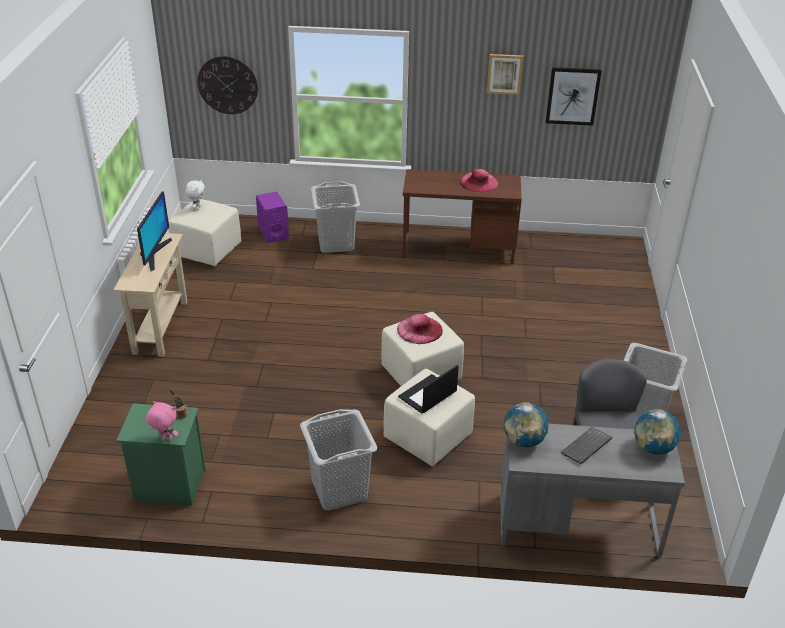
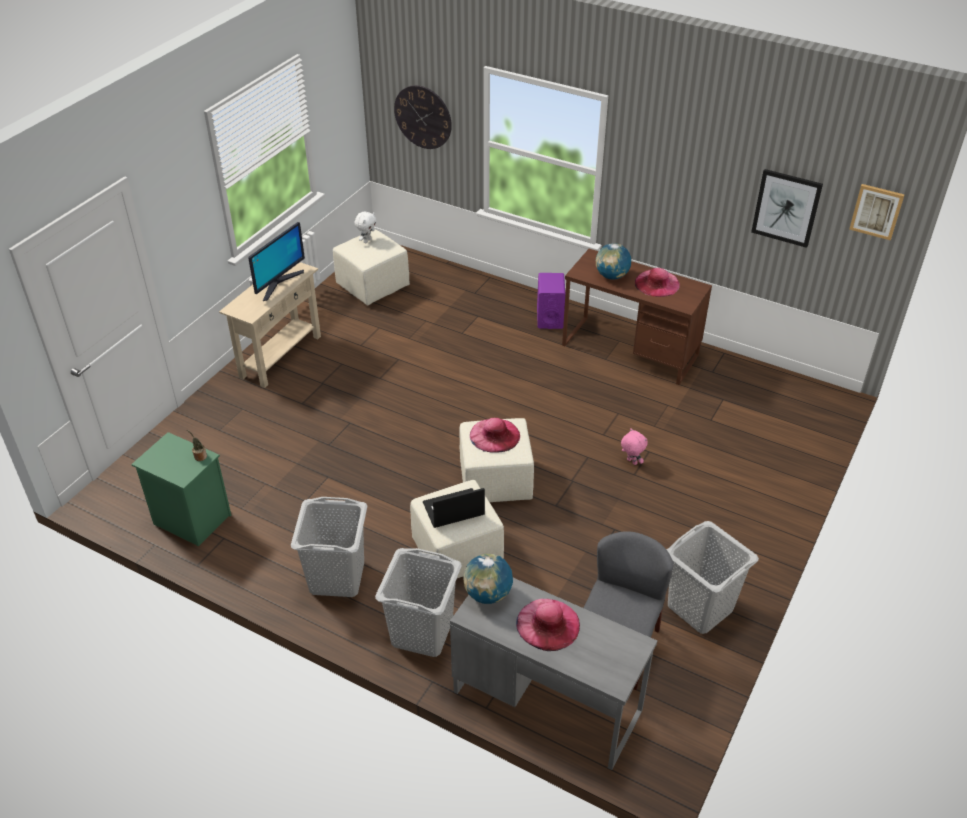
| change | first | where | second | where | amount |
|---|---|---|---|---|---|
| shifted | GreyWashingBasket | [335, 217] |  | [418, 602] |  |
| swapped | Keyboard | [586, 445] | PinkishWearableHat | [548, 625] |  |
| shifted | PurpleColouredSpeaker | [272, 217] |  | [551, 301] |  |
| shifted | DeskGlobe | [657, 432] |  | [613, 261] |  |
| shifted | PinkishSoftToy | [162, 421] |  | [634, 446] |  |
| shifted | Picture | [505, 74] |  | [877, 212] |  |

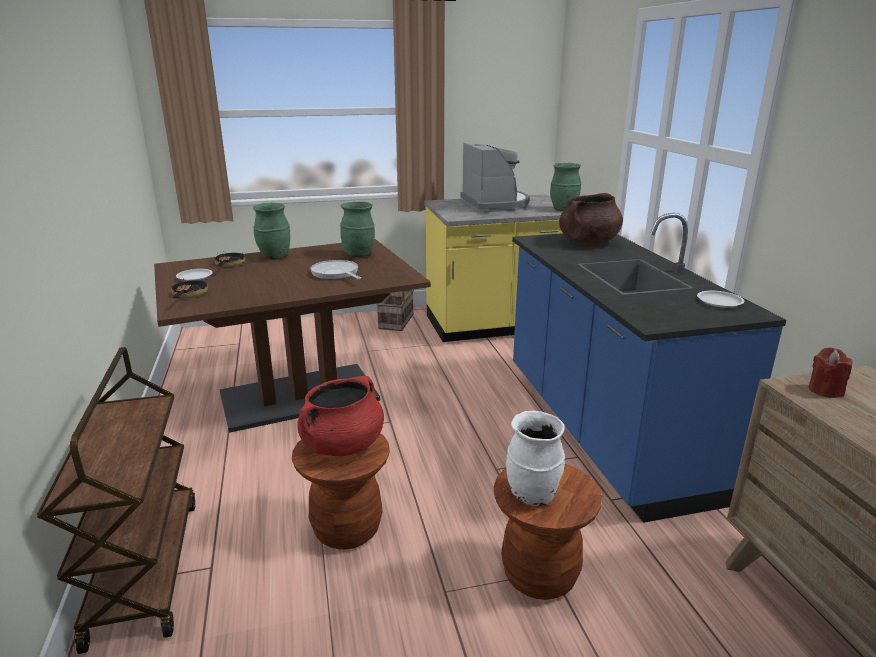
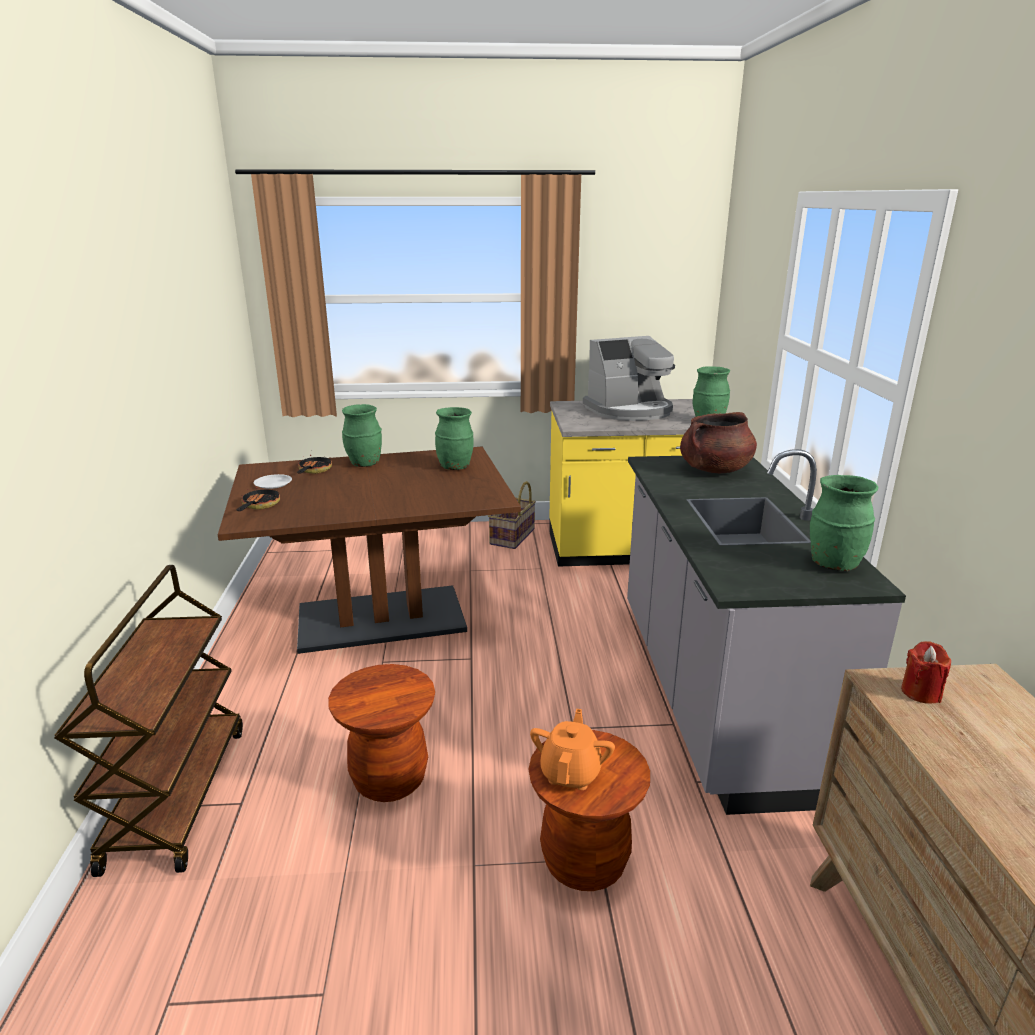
| change | first | where | second | where | amount |
|---|---|---|---|---|---|
| swapped | WhitishFlowerVase | [535, 458] | OrangeColouredPotForTea | [572, 749] |  |
| rotated | CoffeeMaker | [495, 178] |  | [629, 378] | 75 degrees clockwise |
| repainted | BlueKitchenCounter | [649, 368] | GreyKitchenCounter | [766, 632] |  |
| swapped | WhitishFlatDish | [721, 299] | GreenColouredFlowerVase | [844, 523] |  |
| gone | ReddishSaucepot | [340, 416] |  |  |  |
| gone | Skillet | [336, 270] |  |  |  |

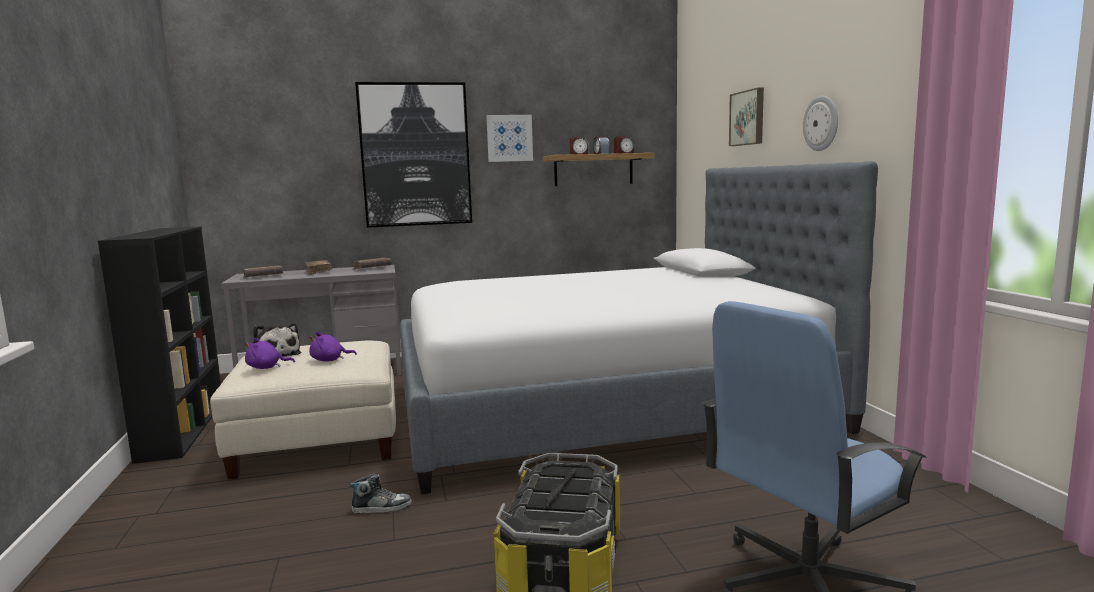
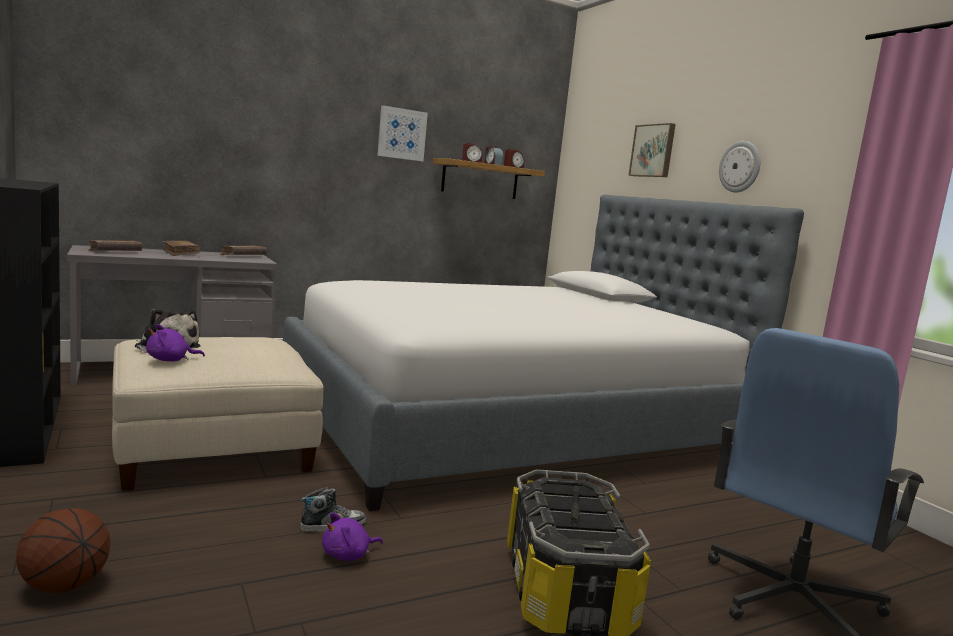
| change | first | where | second | where | amount |
|---|---|---|---|---|---|
| new |  |  | Basketball | [63, 550] |  |
| shifted | PurpleColouredSoftToy | [333, 347] |  | [352, 536] |  |
| gone | Picture | [413, 155] |  |  |  |

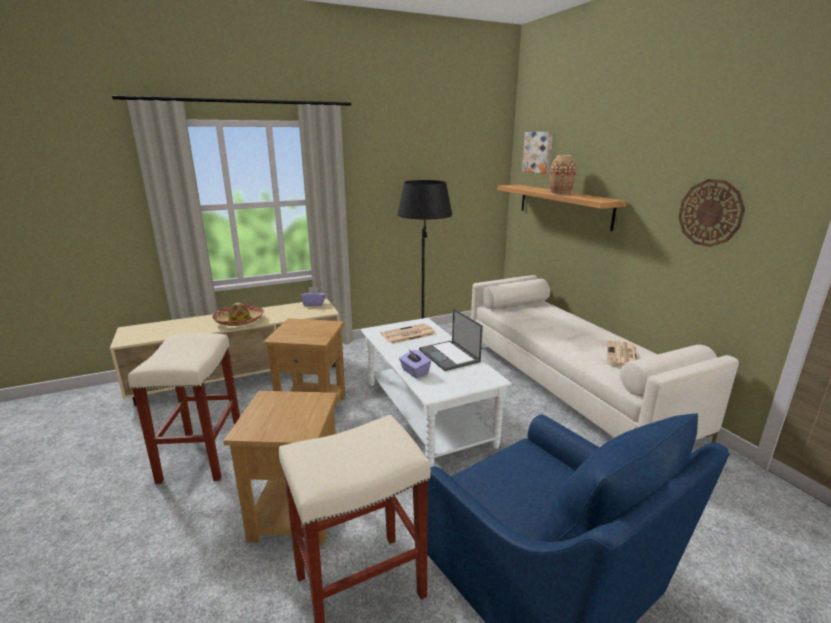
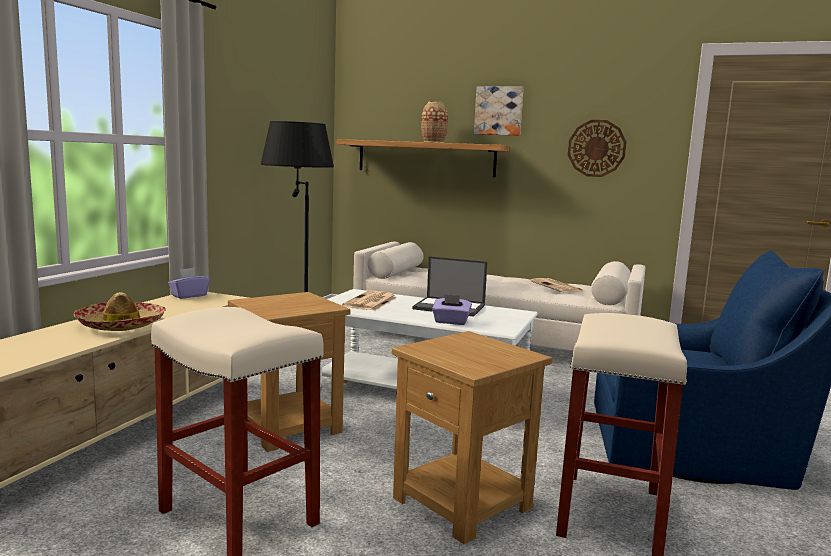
| change | first | where | second | where | amount |
|---|---|---|---|---|---|
| shifted | Picture | [537, 153] |  | [499, 111] |  |

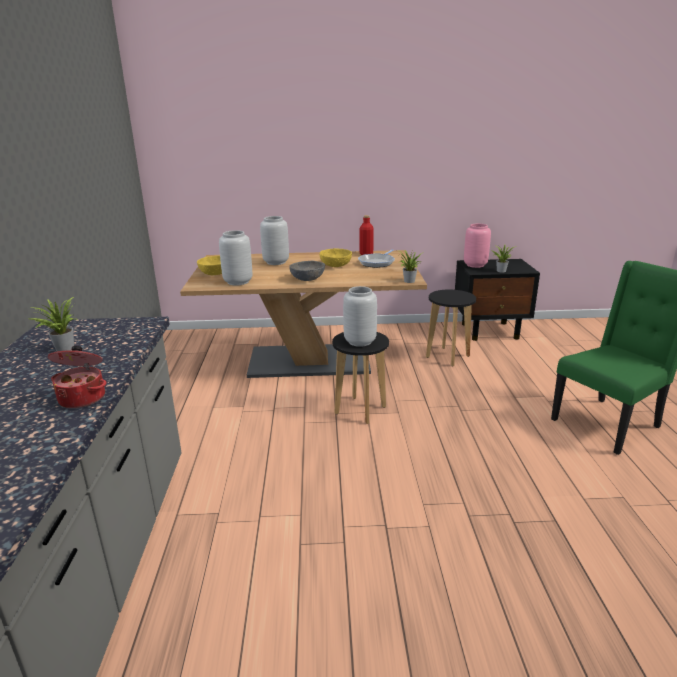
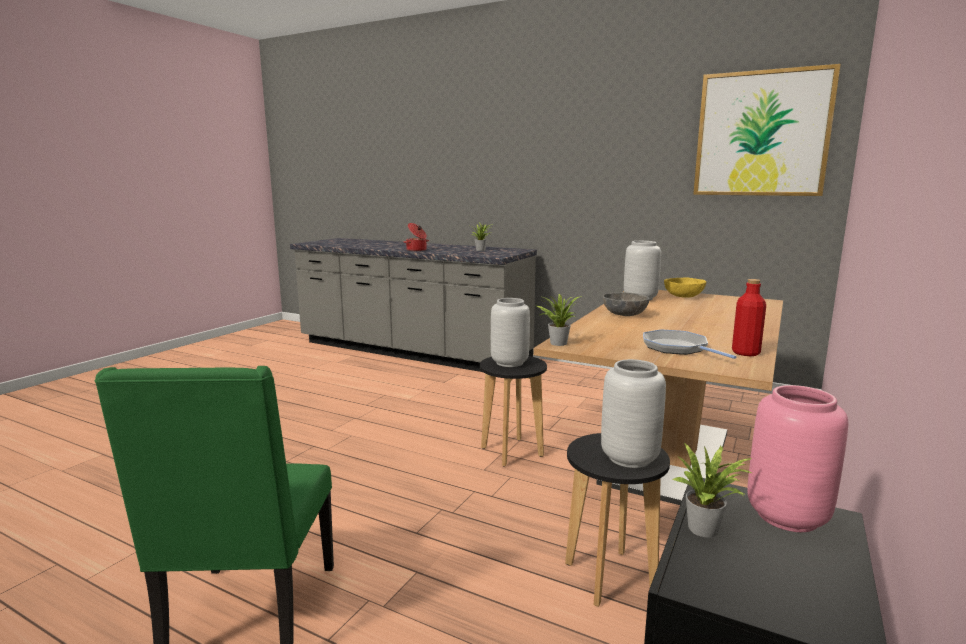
| change | first | where | second | where | amount |
|---|---|---|---|---|---|
| shifted | GreyFlowerVase | [274, 240] |  | [633, 413] |  |
| new |  |  | Picture | [767, 130] |  |
| gone | YellowishServingBowl | [336, 258] |  |  |  |

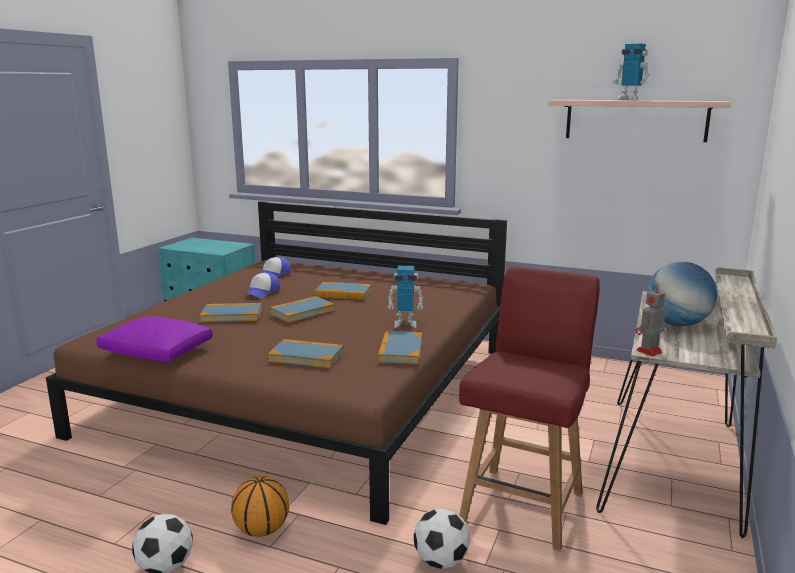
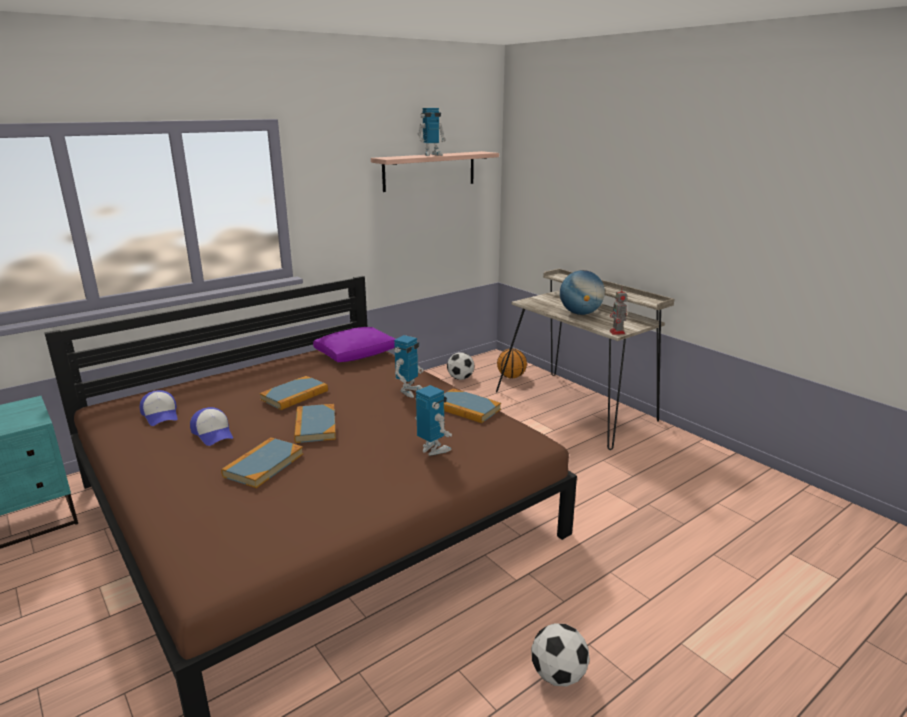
| change | first | where | second | where | amount |
|---|---|---|---|---|---|
| shifted | PurpleColouredCushion | [154, 338] |  | [354, 344] |  |
| swapped | Book | [306, 353] | ModelRobot | [433, 420] |  |
| shifted | BallForFootball | [442, 538] |  | [461, 366] |  |
| shifted | Basketball | [260, 506] |  | [512, 363] |  |
| gone | ReddishUprightChair | [529, 409] |  |  |  |

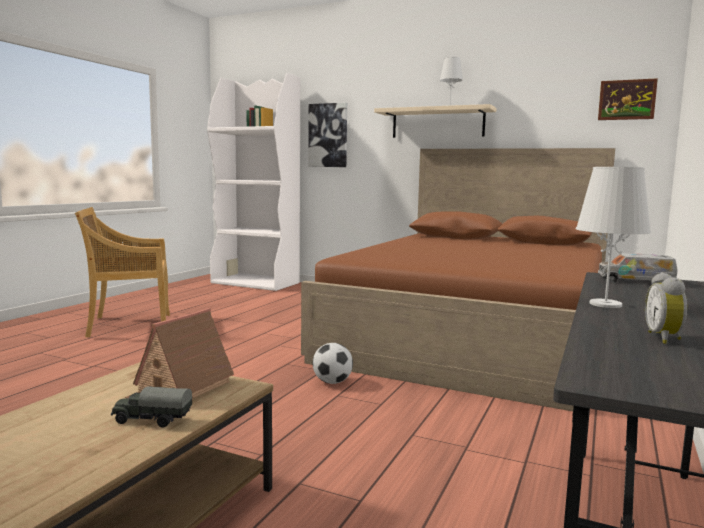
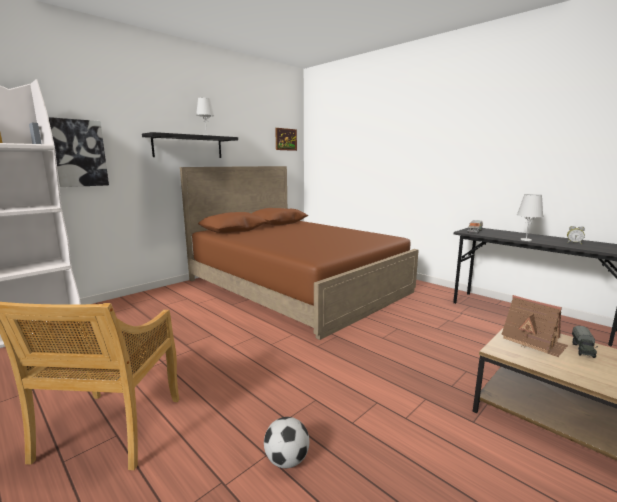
| change | first | where | second | where | amount |
|---|---|---|---|---|---|
| repainted | SandColouredShelf | [435, 121] | BlackishShelf | [190, 145] |  |
| shifted | BallForFootball | [332, 363] |  | [286, 442] |  |

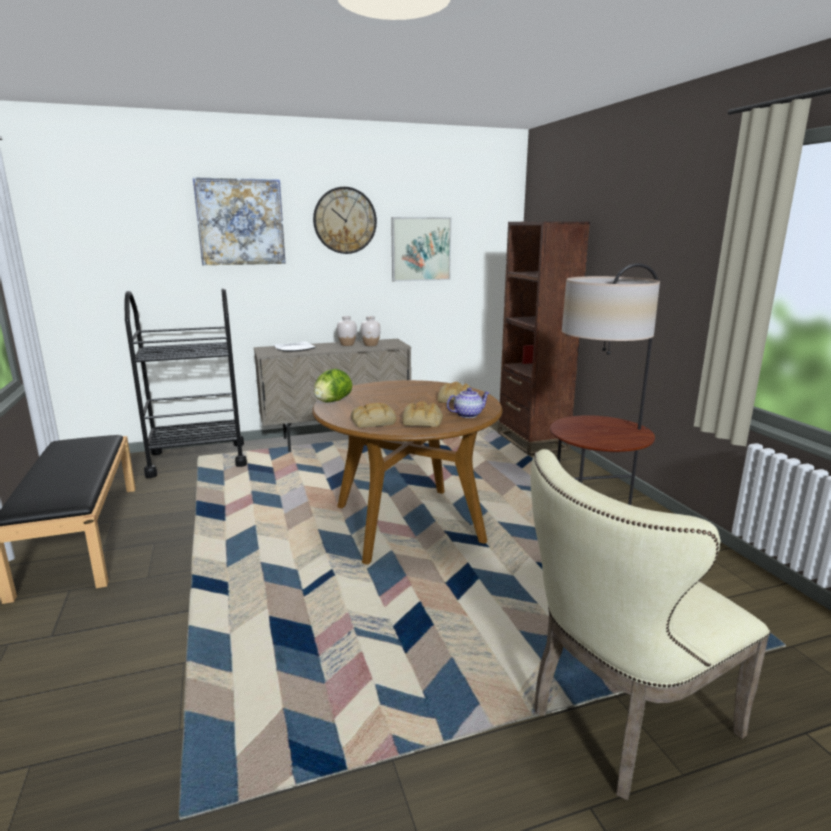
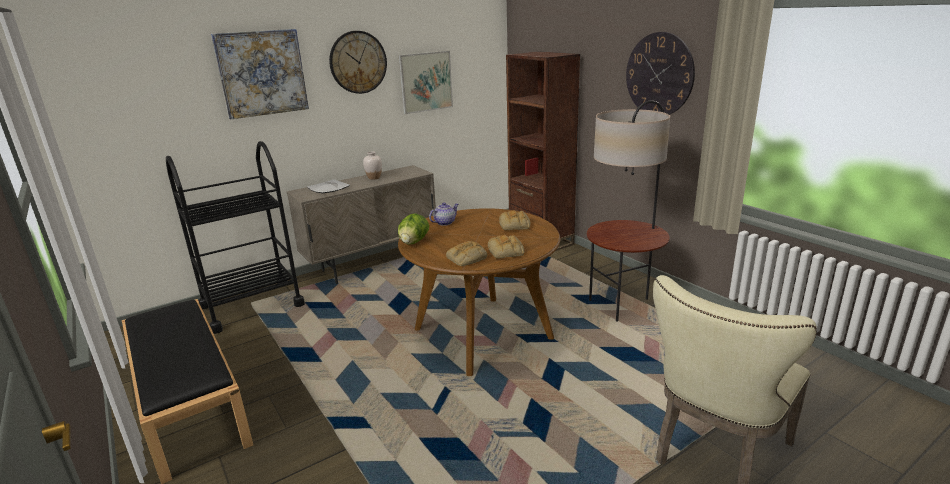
| change | first | where | second | where | amount |
|---|---|---|---|---|---|
| shifted | PotForTea | [468, 403] |  | [443, 214] |  |
| new |  |  | WallClock | [660, 73] |  |
| gone | WhitishFlowerVase | [371, 331] |  |  |  |

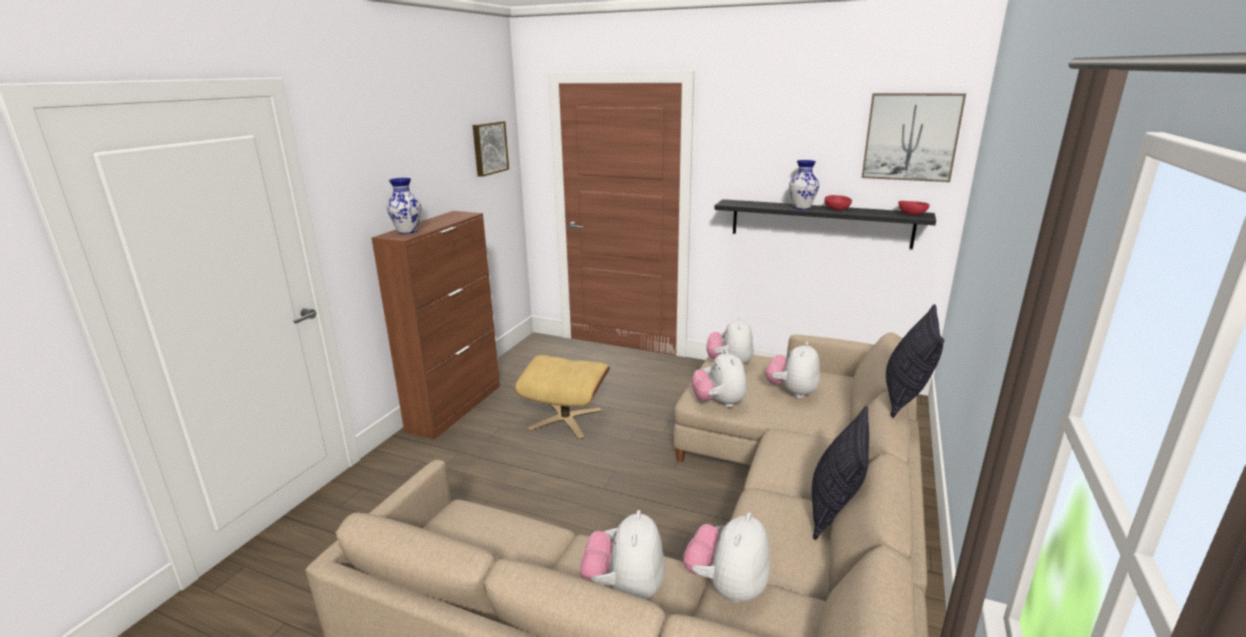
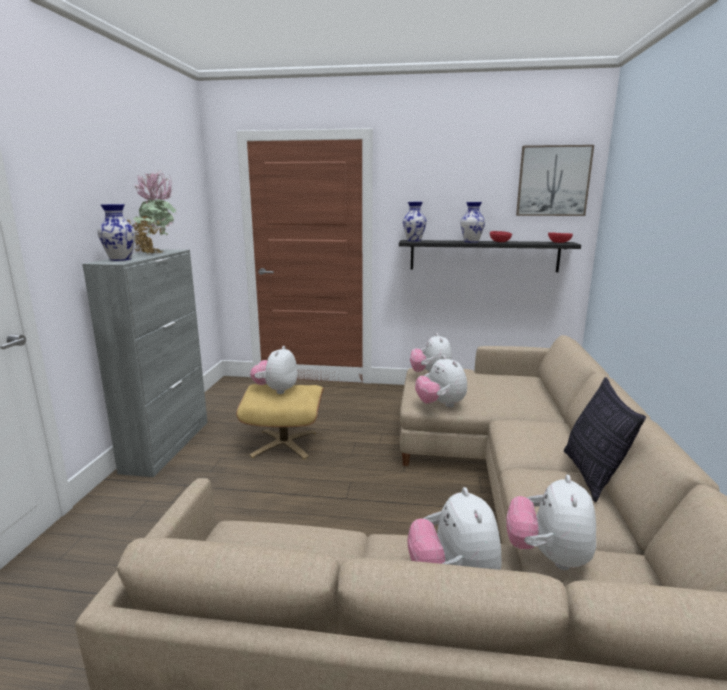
| change | first | where | second | where | amount |
|---|---|---|---|---|---|
| repainted | BrownCupboard | [435, 325] | GreyCupboard | [145, 363] |  |
| new |  |  | PottedPlant | [151, 213] |  |
| shifted | SoftToy | [792, 370] |  | [273, 370] |  |
| new |  |  | FlowerVase | [415, 221] |  |
| gone | Picture | [491, 149] |  |  |  |
| gone | Cushion | [915, 361] |  |  |  |

